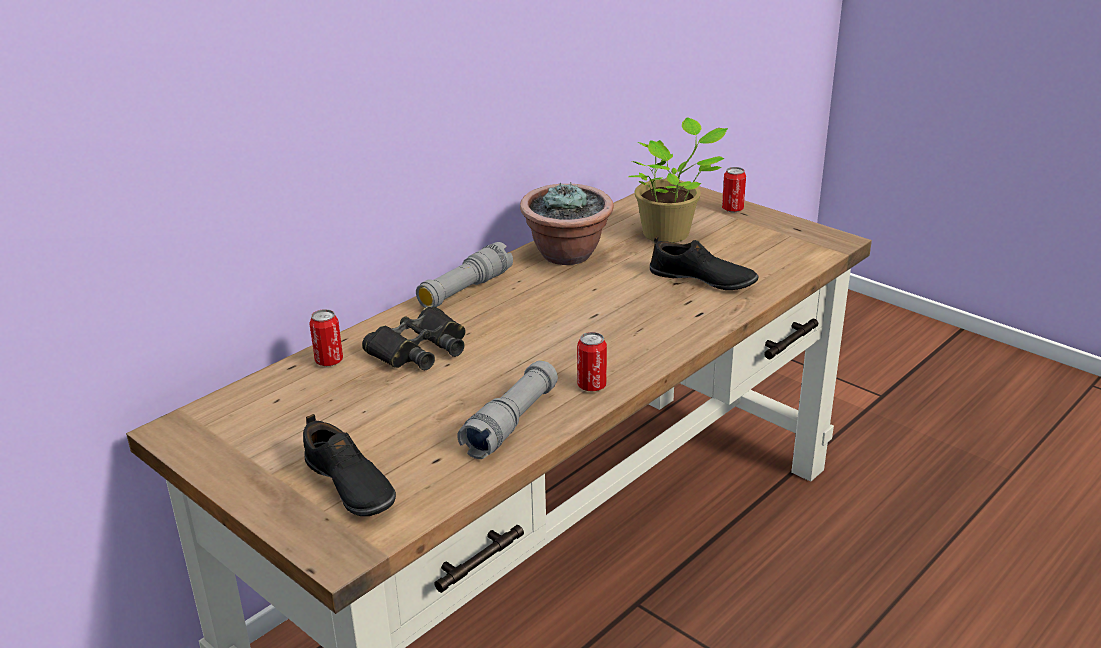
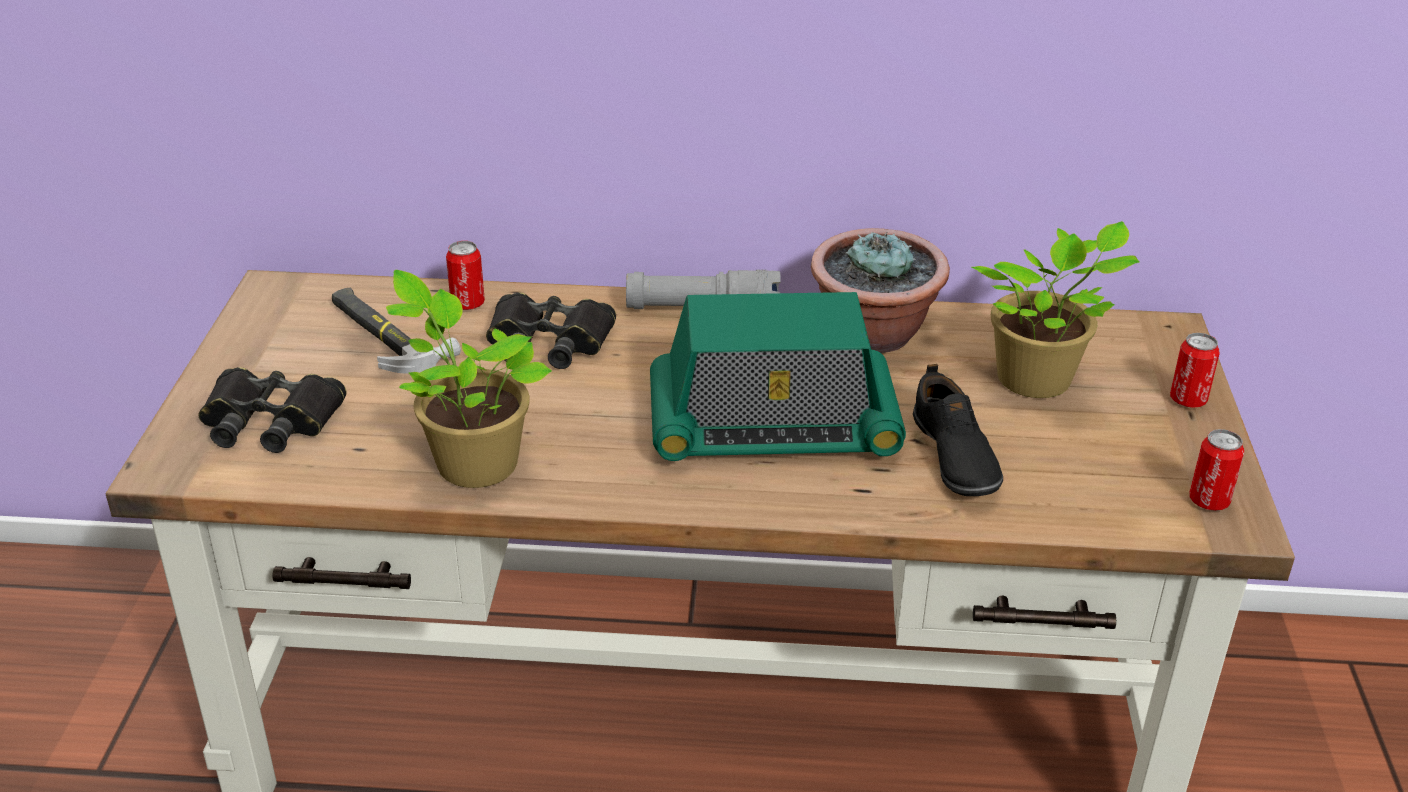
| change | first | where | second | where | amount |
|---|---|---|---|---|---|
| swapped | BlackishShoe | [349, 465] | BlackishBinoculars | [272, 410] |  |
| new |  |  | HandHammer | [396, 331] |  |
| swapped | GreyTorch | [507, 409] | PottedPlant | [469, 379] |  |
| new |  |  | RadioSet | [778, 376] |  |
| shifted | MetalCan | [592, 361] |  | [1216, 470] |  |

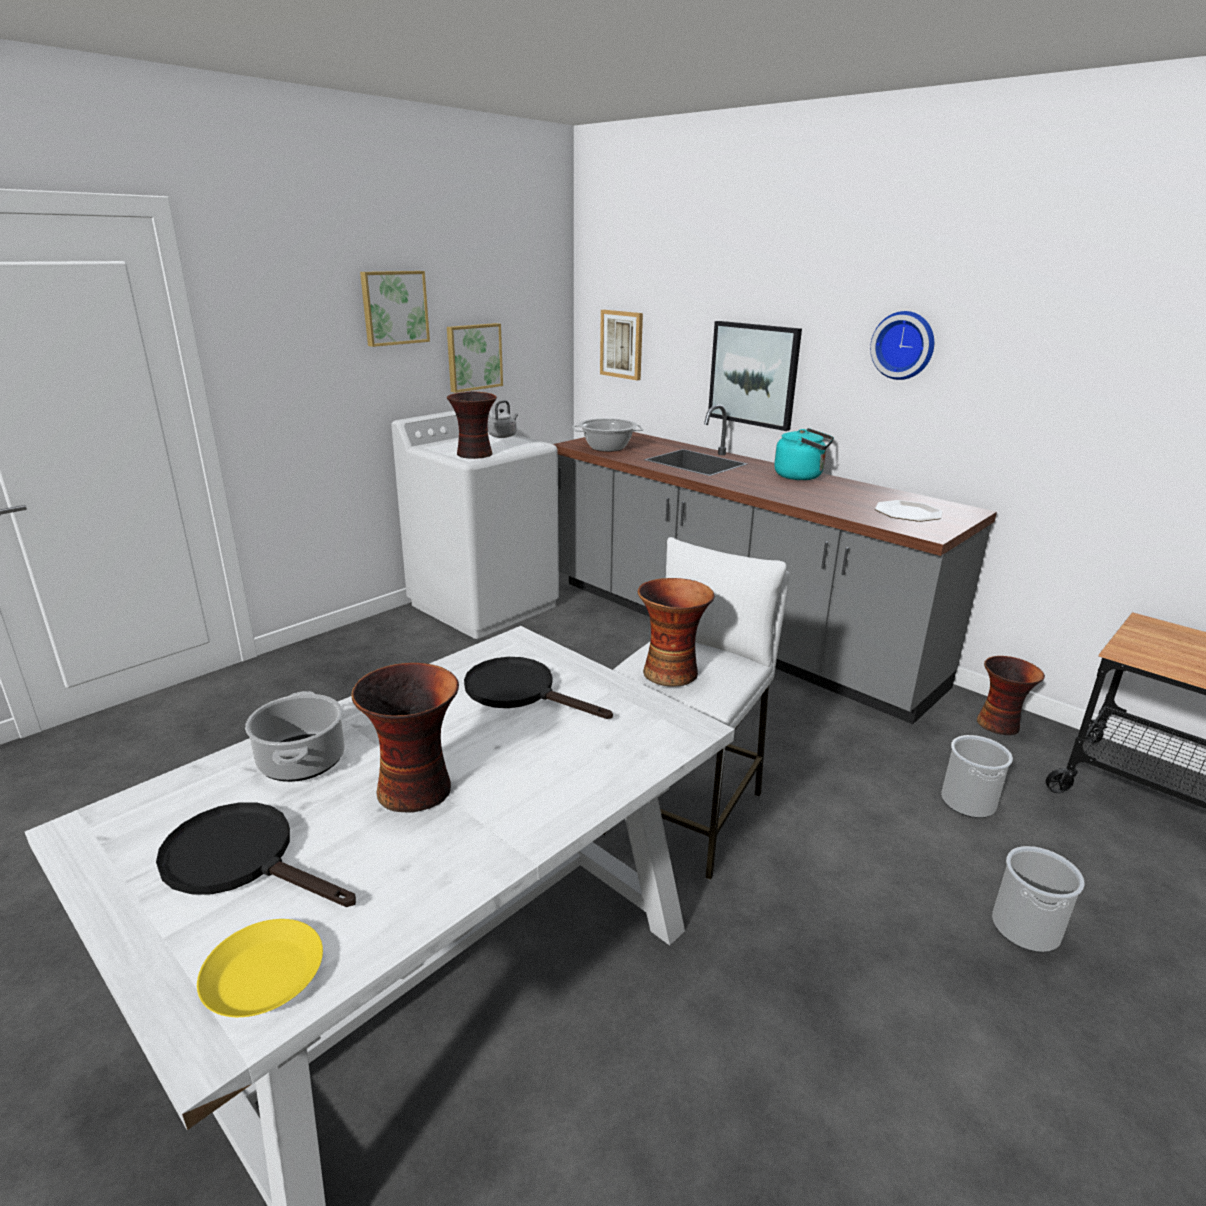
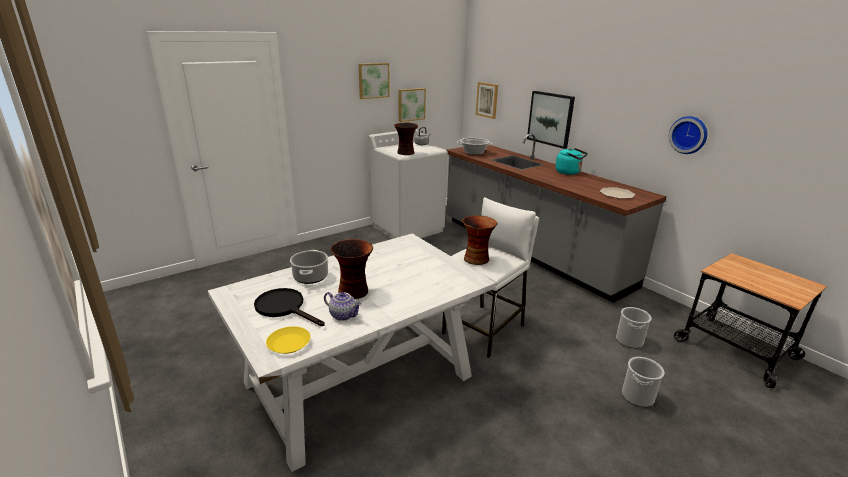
| change | first | where | second | where | amount |
|---|---|---|---|---|---|
| new |  |  | PotForTea | [343, 306] |  |
| shifted | WallClock | [902, 345] |  | [688, 135] |  |
| gone | BlackishSkillet | [538, 688] |  |  |  |
| gone | FlowerVase | [1011, 695] |  |  |  |

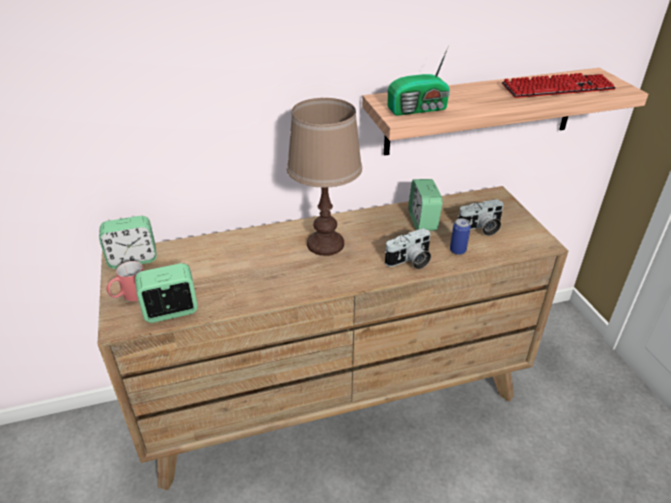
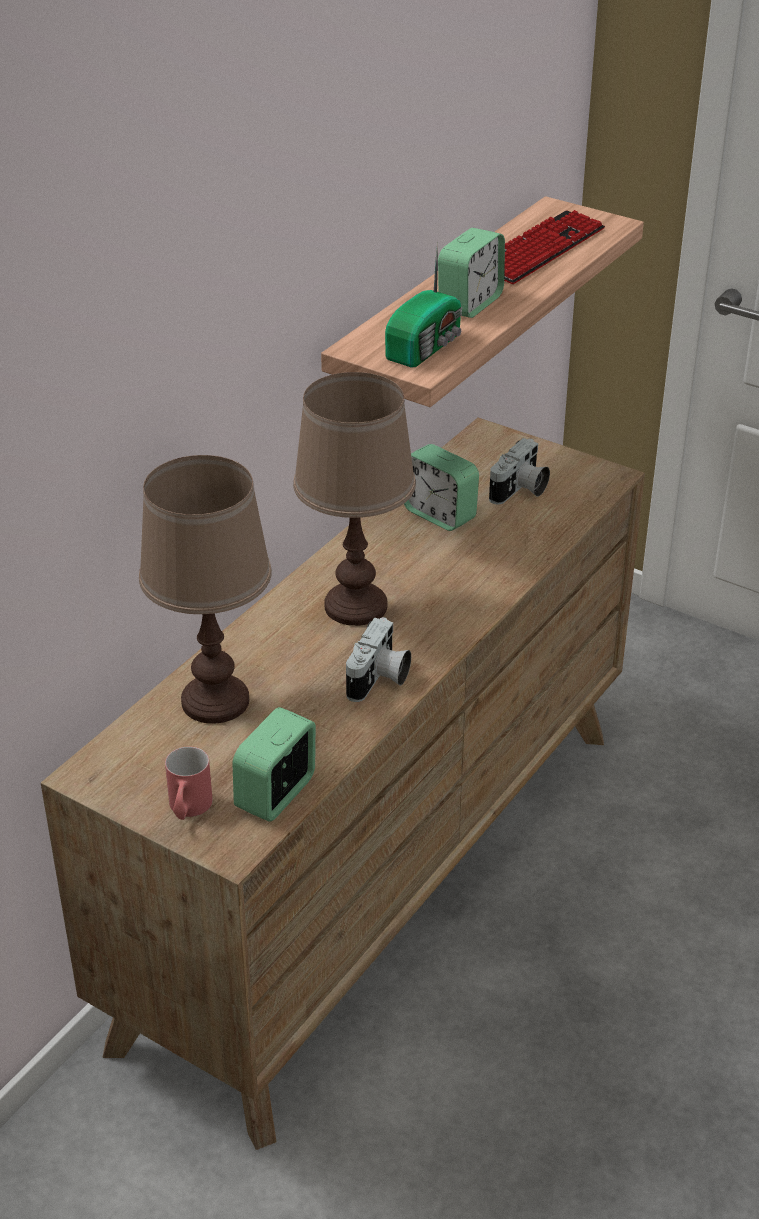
| change | first | where | second | where | amount |
|---|---|---|---|---|---|
| new |  |  | BrownTableLamp | [205, 589] |  |
| shifted | StillCamera | [408, 248] |  | [378, 659] |  |
| shifted | AlarmClock | [127, 242] |  | [471, 273] |  |
| gone | MetalCan | [460, 236] |  |  |  |

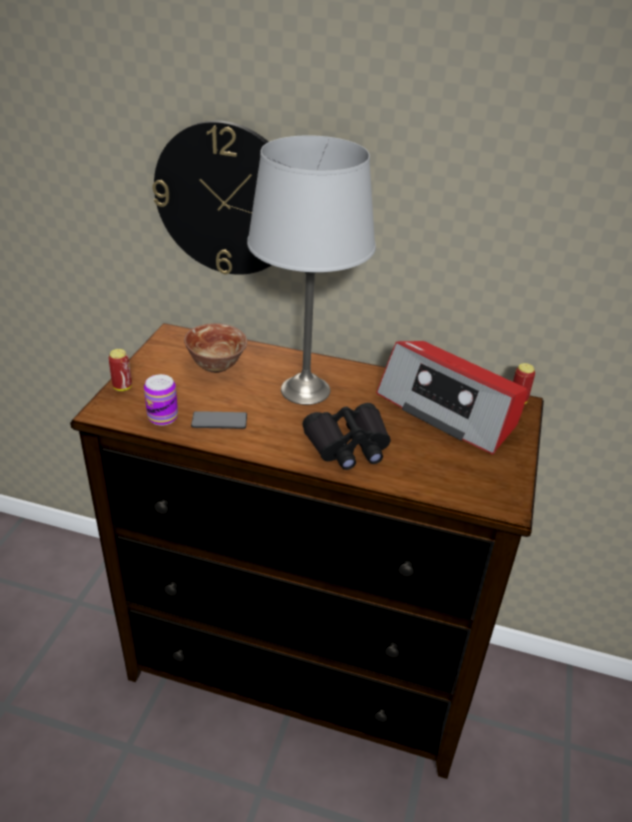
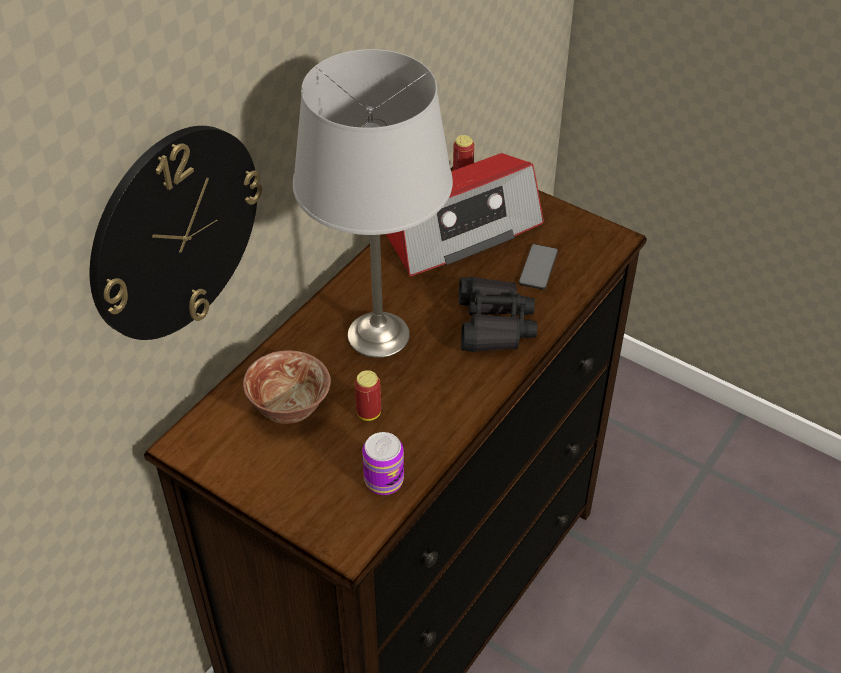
| change | first | where | second | where | amount |
|---|---|---|---|---|---|
| shifted | MetalCan | [120, 370] |  | [368, 395] |  |
| shifted | Handset | [219, 420] |  | [538, 267] |  |

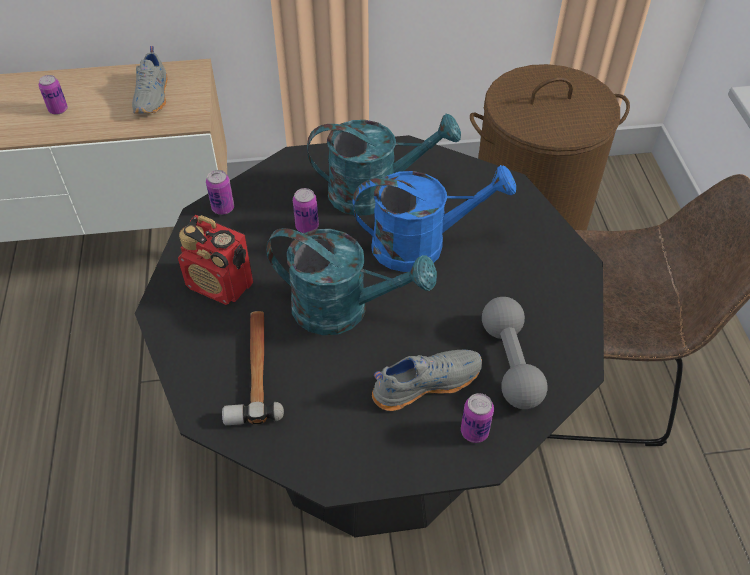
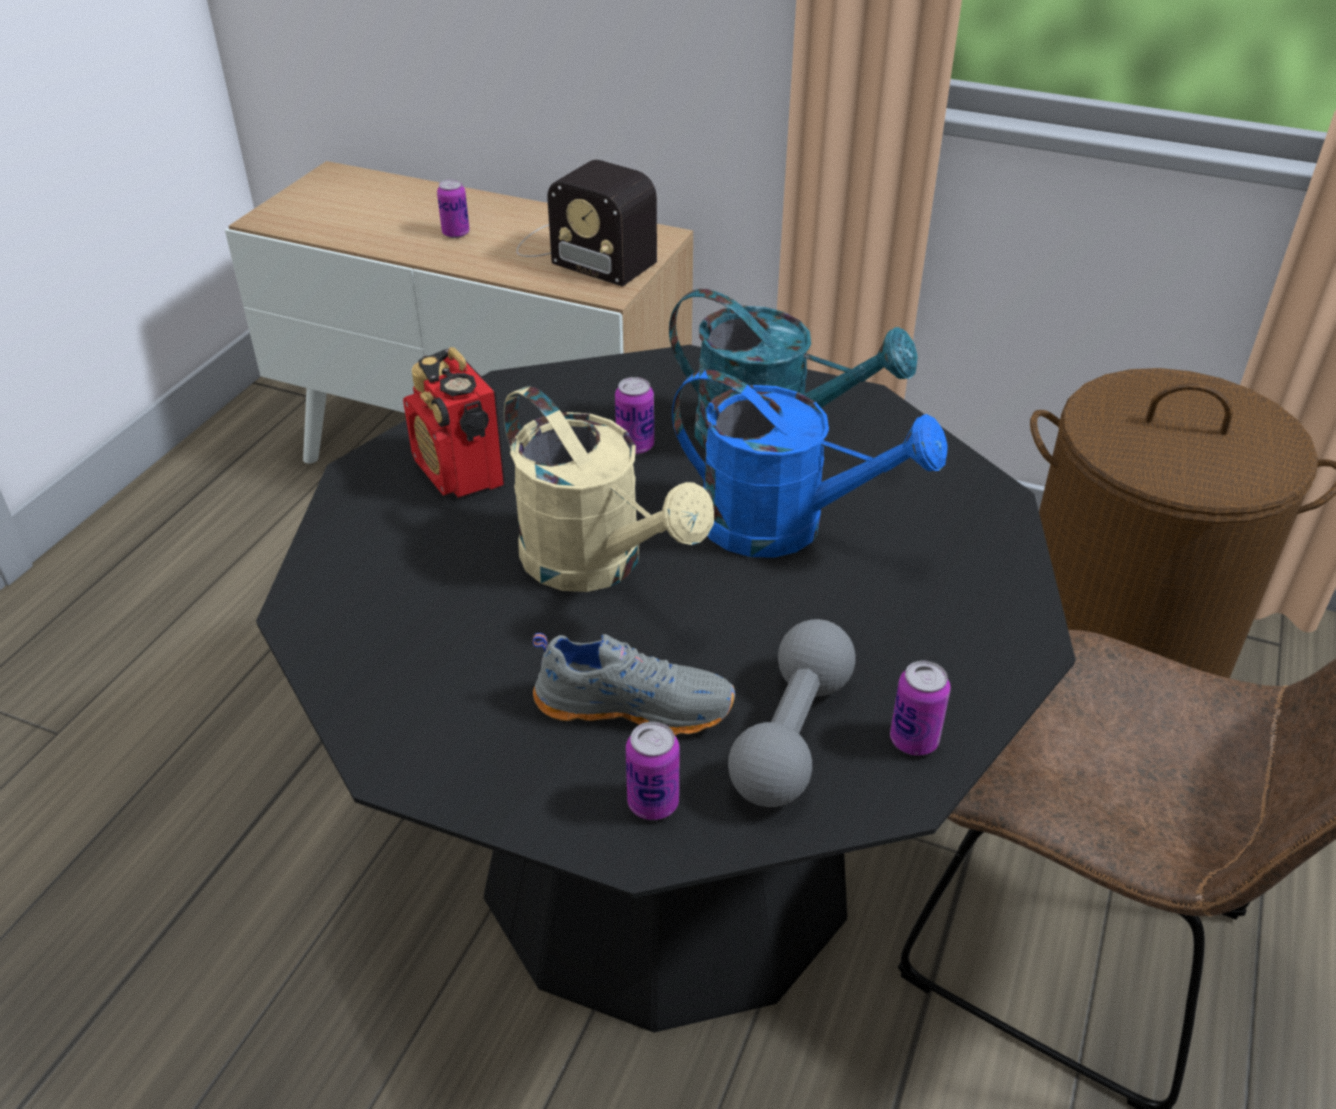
| change | first | where | second | where | amount |
|---|---|---|---|---|---|
| repainted | TurquoiseColouredWateringCan | [351, 281] | SandColouredWateringCan | [609, 489] |  |
| swapped | GreyShoe | [150, 79] | RadioSet | [587, 223] |  |
| shifted | MetalCan | [220, 192] |  | [920, 708] |  |
| gone | HandHammer | [253, 368] |  |  |  |

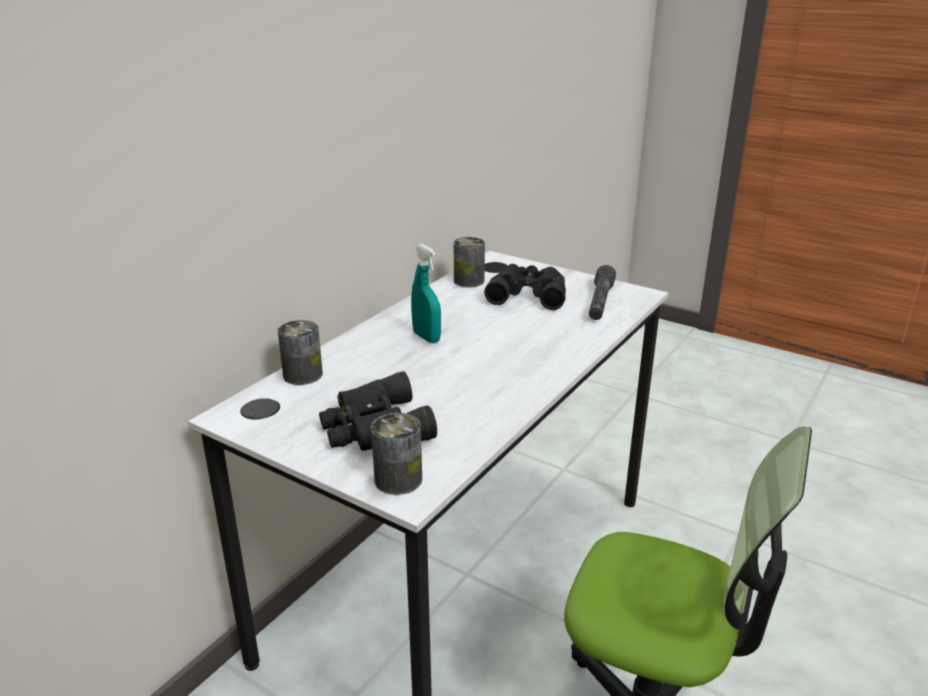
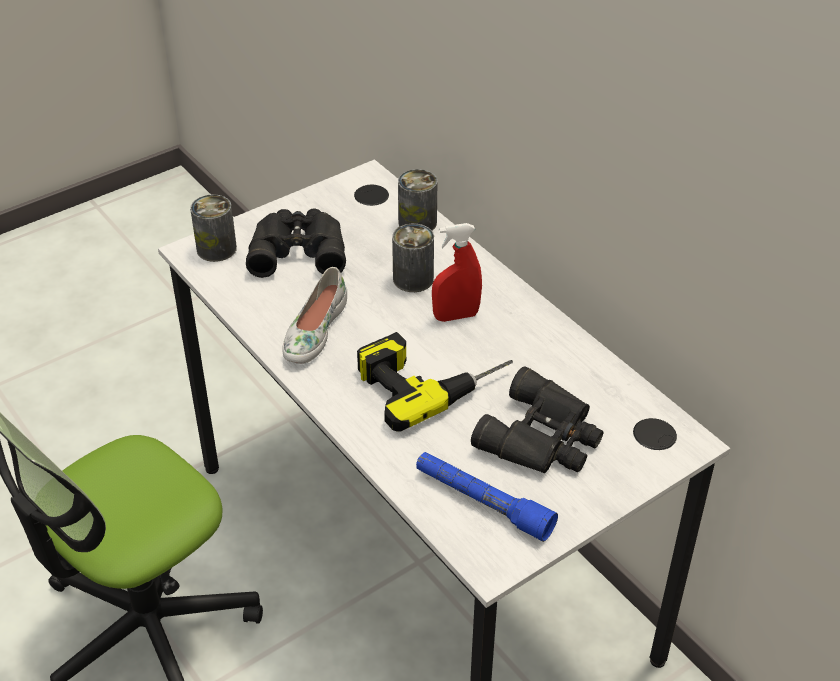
| change | first | where | second | where | amount |
|---|---|---|---|---|---|
| new |  |  | WhitishShoe | [314, 315] |  |
| new |  |  | Drill | [435, 382] |  |
| shifted | MetalCan | [469, 262] |  | [413, 258] |  |
| repainted | GreyTorch | [602, 292] | BlueTorch | [487, 497] |  |
| repainted | TurquoiseColouredHandSprayer | [426, 293] | ReddishHandSprayer | [457, 272] |  |

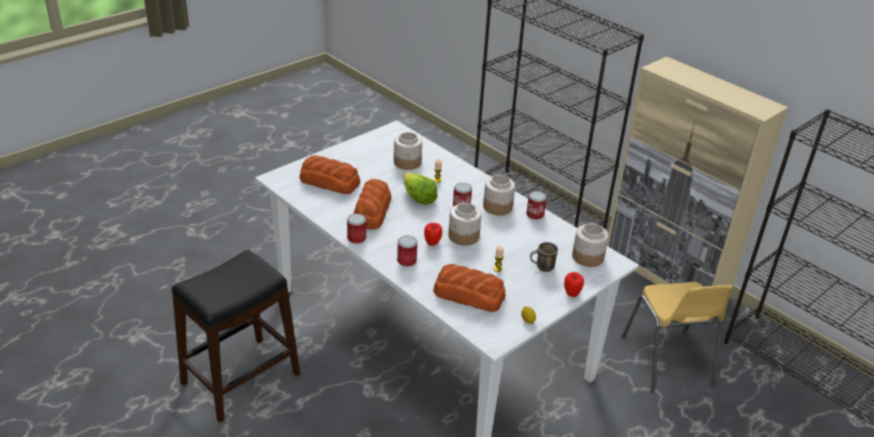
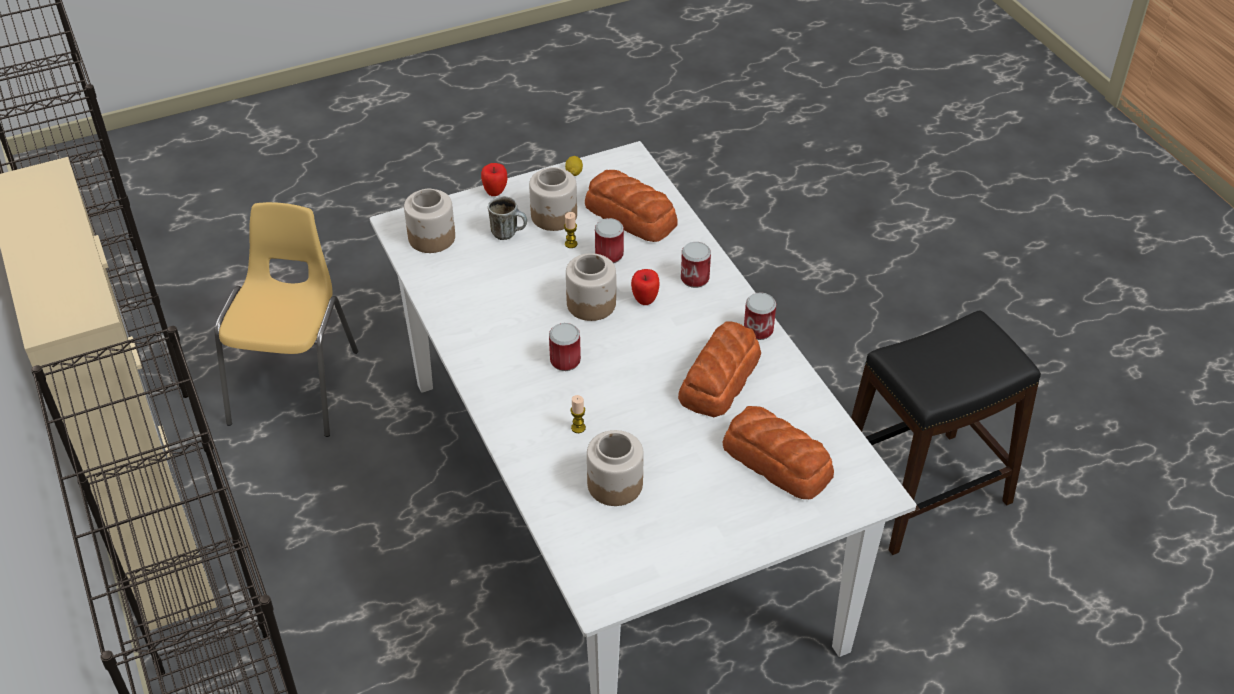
| change | first | where | second | where | amount |
|---|---|---|---|---|---|
| shifted | Jar | [499, 195] |  | [553, 199] |  |
| shifted | MetalCan | [536, 205] |  | [609, 240] |  |
| gone | LettuceHead | [420, 188] |  |  |  |

